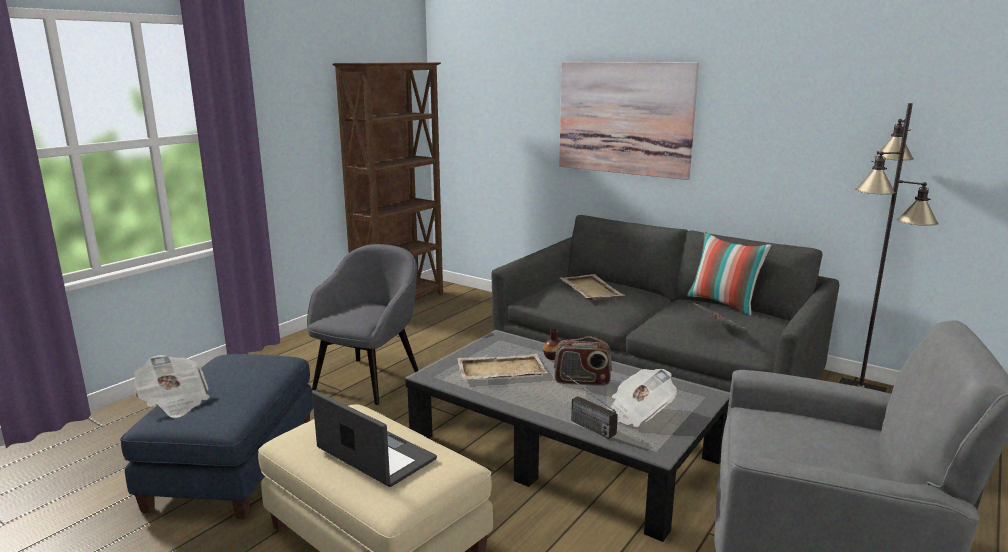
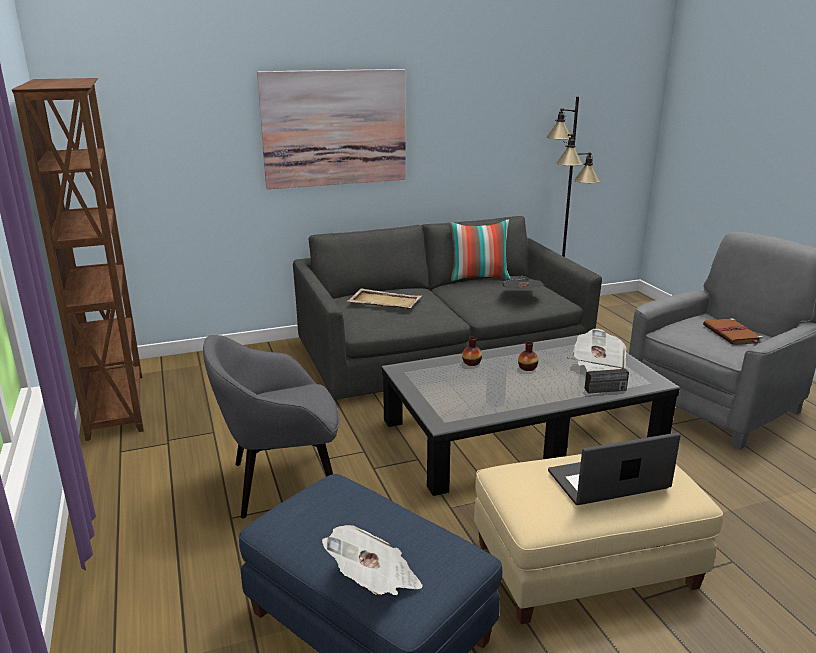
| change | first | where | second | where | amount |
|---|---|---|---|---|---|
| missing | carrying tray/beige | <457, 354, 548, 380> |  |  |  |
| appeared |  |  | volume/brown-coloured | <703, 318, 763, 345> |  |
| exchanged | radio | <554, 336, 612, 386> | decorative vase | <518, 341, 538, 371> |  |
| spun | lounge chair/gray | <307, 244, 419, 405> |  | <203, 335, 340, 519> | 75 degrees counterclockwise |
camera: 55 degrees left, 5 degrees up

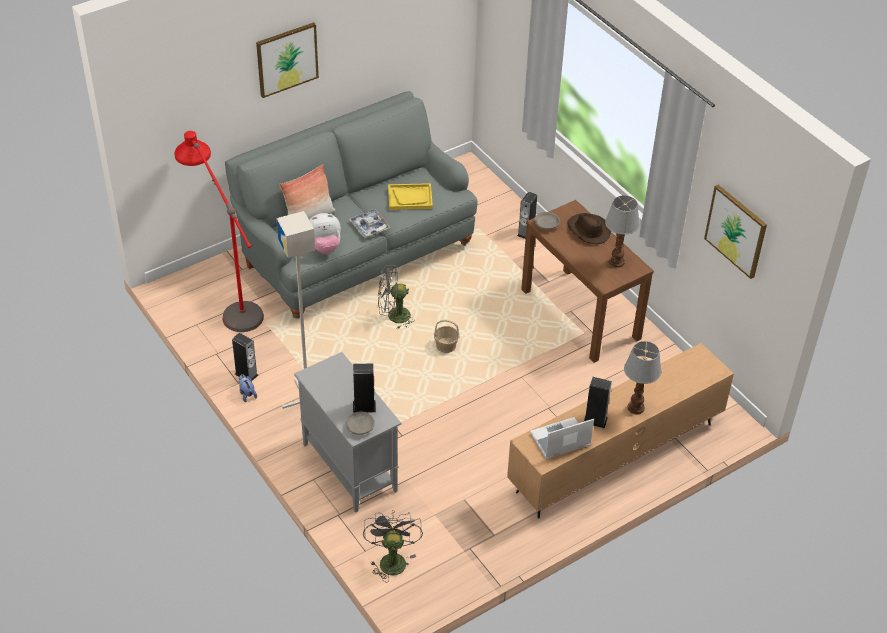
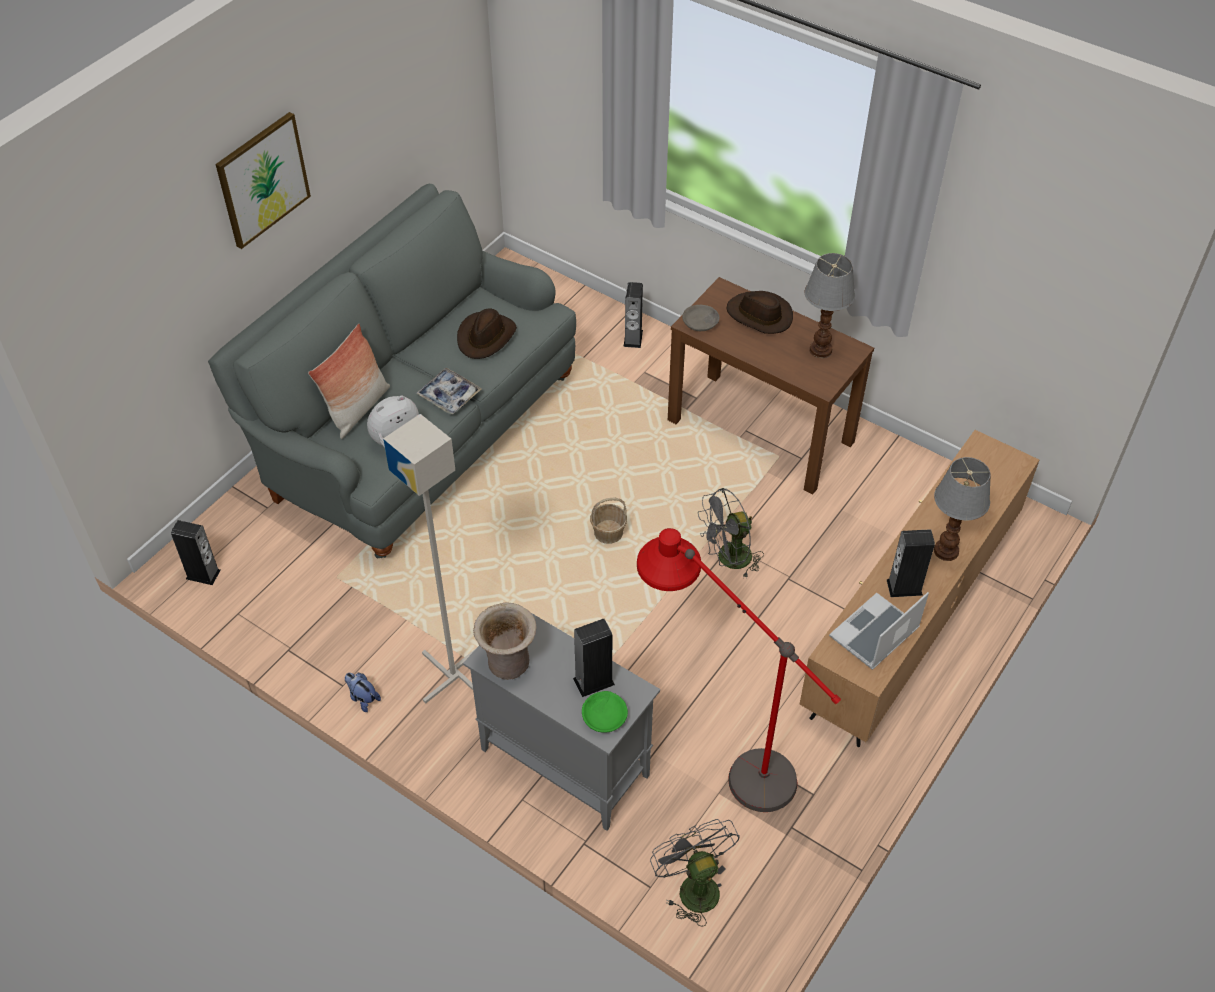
| change | first | where | second | where | amount |
|---|---|---|---|---|---|
| missing | wall art | <704, 185, 767, 279> |  |  |  |
| appeared |  |  | decorative vase/beige | <473, 602, 537, 680> |  |
| relocated | floor lamp/reddish | <175, 131, 264, 332> |  | <637, 528, 841, 812> |  |
| relocated | speaker | <232, 333, 258, 381> |  | <171, 520, 221, 585> |  |
| relocated | cooling fan/gray | <378, 265, 415, 329> |  | <698, 488, 764, 577> |  |
| exchanged | carrying tray/yellowish | <388, 183, 433, 210> | hat/brown-coloured | <457, 309, 517, 359> |  |
| colour | bowl/gray | <346, 412, 375, 435> | bowl/green-coloured | <582, 691, 628, 733> |  |
camera: 20 degrees left, 5 degrees up

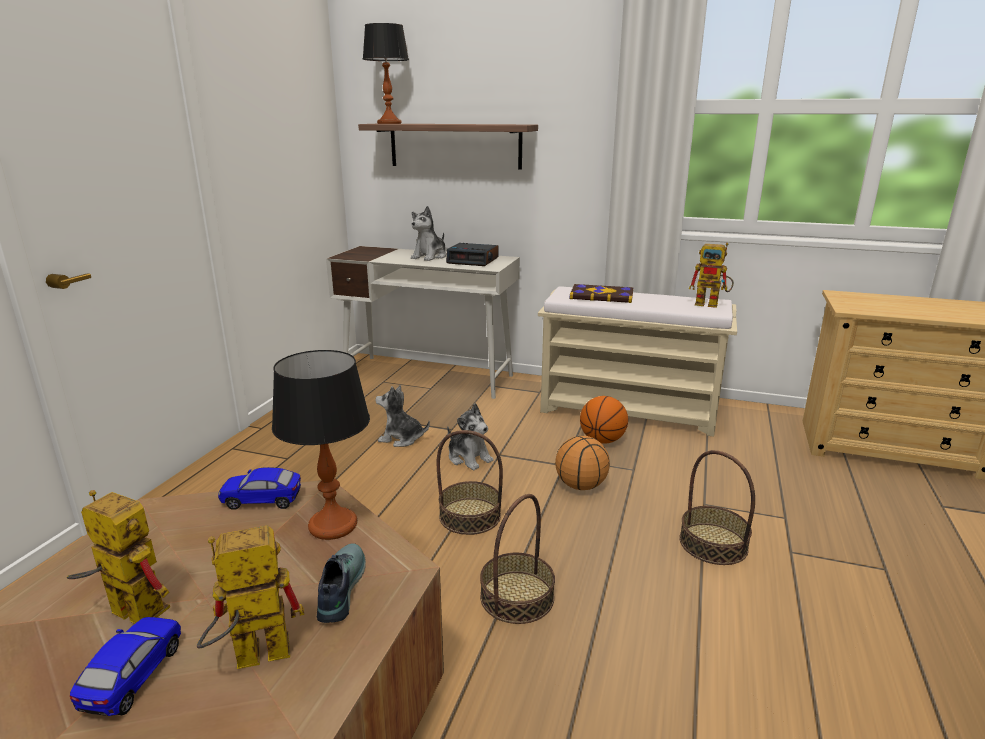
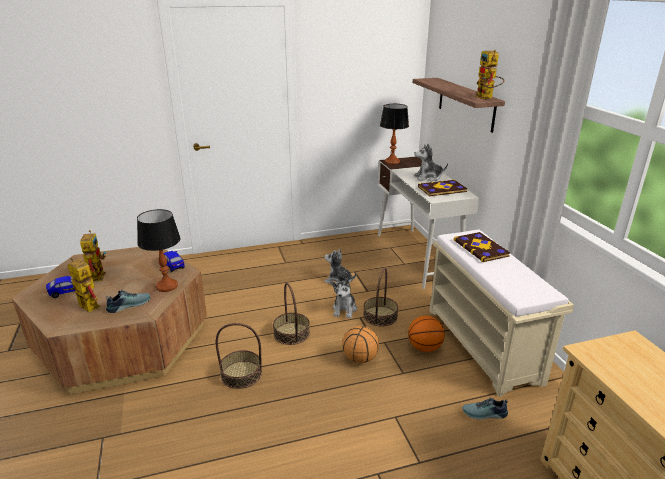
| change | first | where | second | where | amount |
|---|---|---|---|---|---|
| appeared |  |  | low shoe | <462, 398, 508, 420> |  |
| relocated | tabletop lamp | <363, 23, 409, 124> |  | <380, 104, 409, 164> |  |
| relocated | basket | <679, 450, 755, 565> |  | <363, 267, 398, 326> |  |
| relocated | model robot | <689, 243, 734, 308> |  | <475, 50, 504, 99> |  |
| exchanged | alarm clock | <446, 243, 499, 266> | volume | <418, 179, 468, 196> |  |
| spun | cuddly toy | <376, 385, 430, 447> |  | <324, 249, 357, 284> | 45 degrees counterclockwise |
camera: 55 degrees right, 5 degrees up

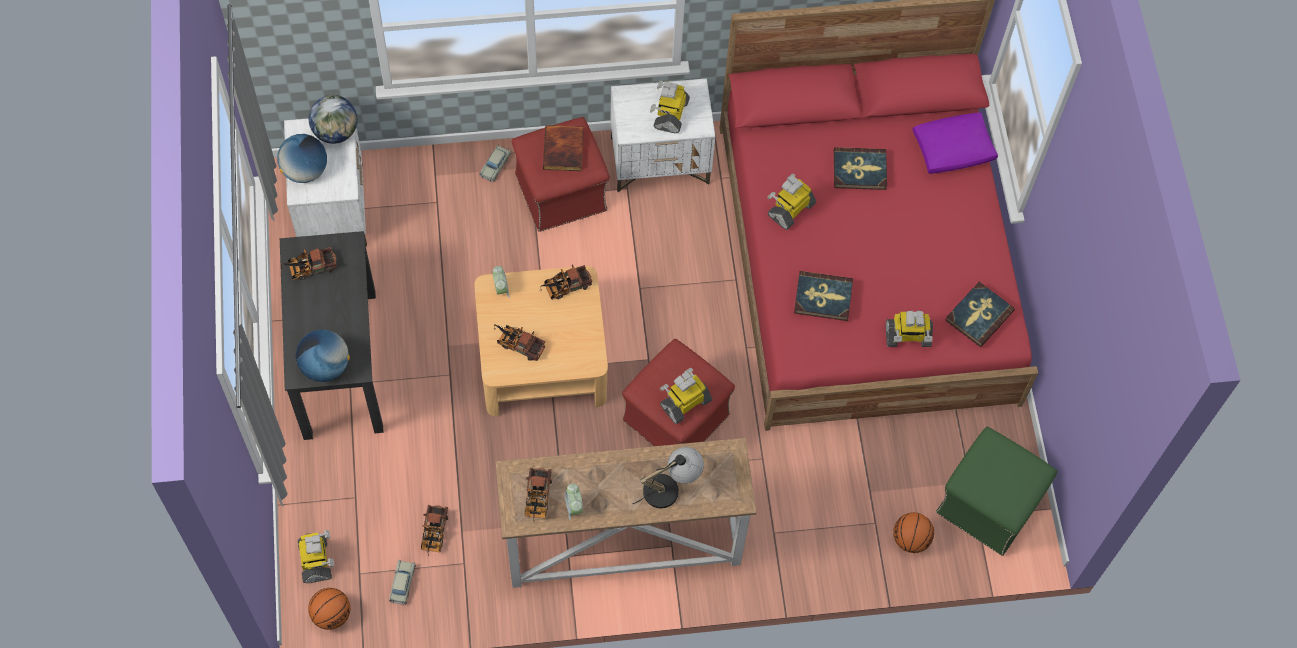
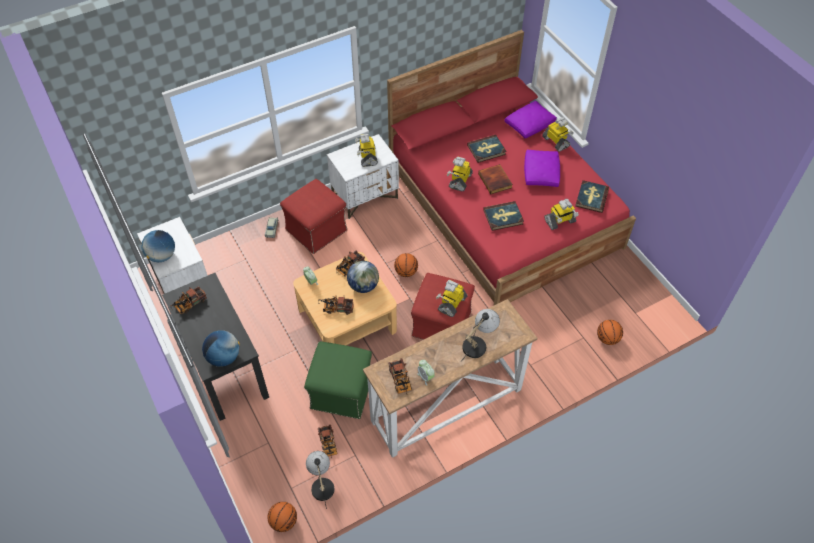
| change | first | where | second | where | amount |
|---|---|---|---|---|---|
| appeared |  |  | ball for basketball | <394, 253, 418, 277> |  |
| appeared |  |  | throw pillow/purple-coloured | <524, 150, 560, 187> |  |
| relocated | model robot | <298, 530, 334, 583> |  | <542, 117, 574, 152> |  |
| relocated | desk globe | <309, 95, 358, 144> |  | <347, 261, 379, 293> |  |
| relocated | volume | <543, 125, 584, 171> |  | <478, 164, 513, 194> |  |
| relocated | ottoman/green-coloured | <936, 427, 1057, 556> |  | <304, 341, 372, 419> |  |
| exchanged | miniature car/beige | <389, 560, 416, 605> | tabletop lamp | <306, 451, 335, 509> |  |
camera: 20 degrees left, 10 degrees down

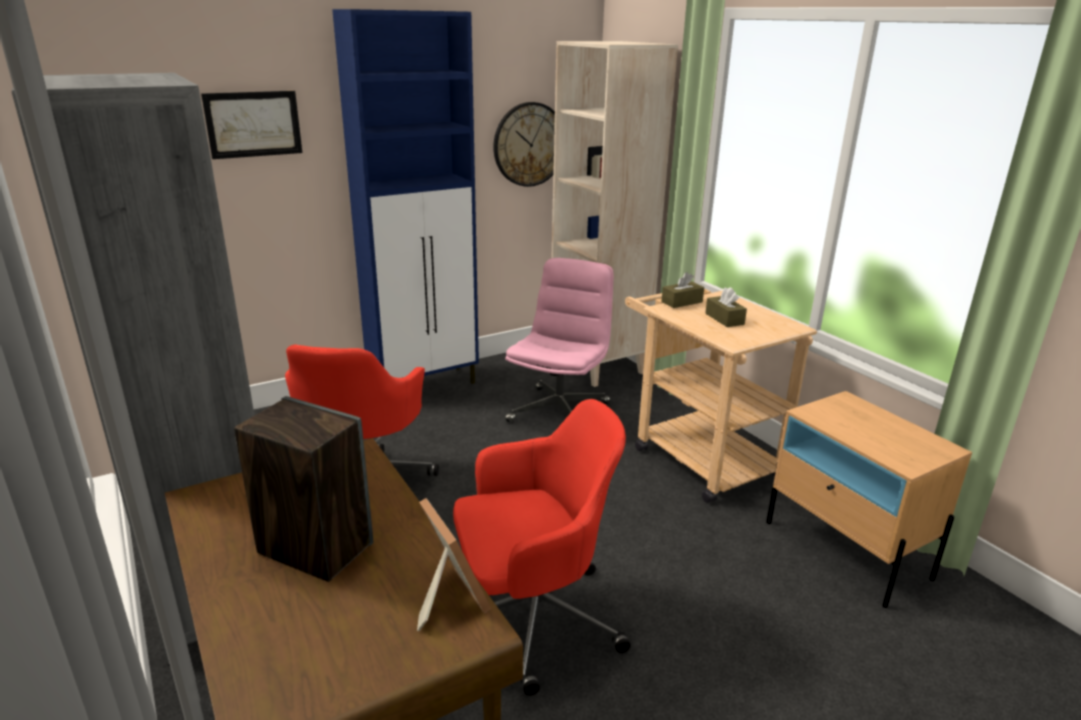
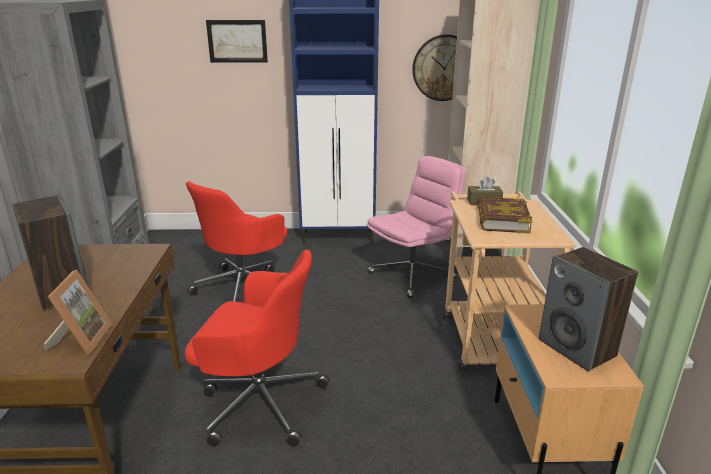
| change | first | where | second | where | amount |
|---|---|---|---|---|---|
| appeared |  |  | speaker | <539, 247, 638, 372> |  |
| exchanged | tissue holder/brown-coloured | <705, 287, 747, 327> | volume | <478, 197, 532, 234> |  |
camera: 30 degrees right, 0 degrees up

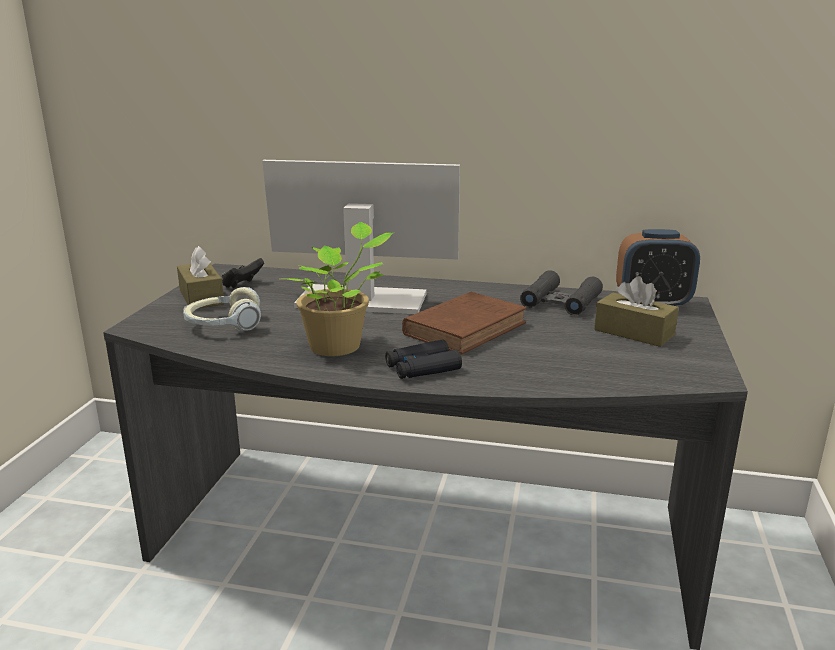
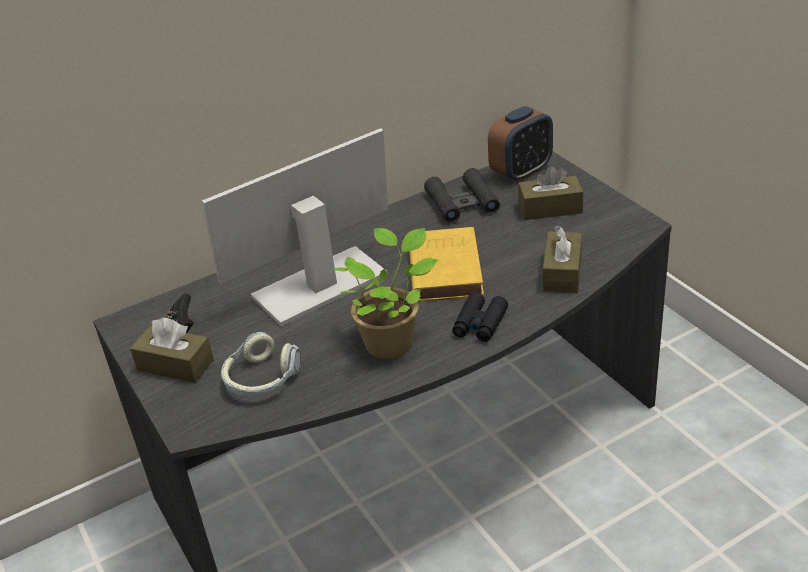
| change | first | where | second | where | amount |
|---|---|---|---|---|---|
| appeared |  |  | tissue holder/brown-coloured | <543, 226, 582, 293> |  |
| colour | volume/brown-coloured | <402, 292, 526, 355> | volume/yellowish | <409, 227, 484, 302> |  |
camera: 40 degrees left, 15 degrees up

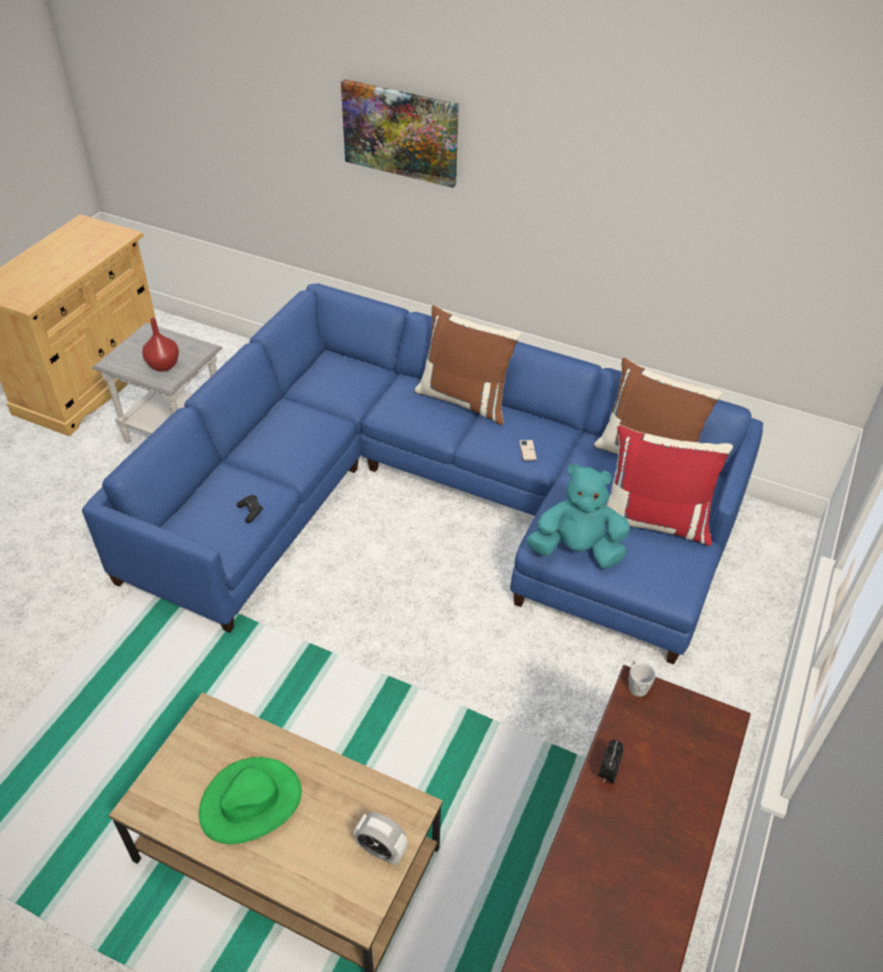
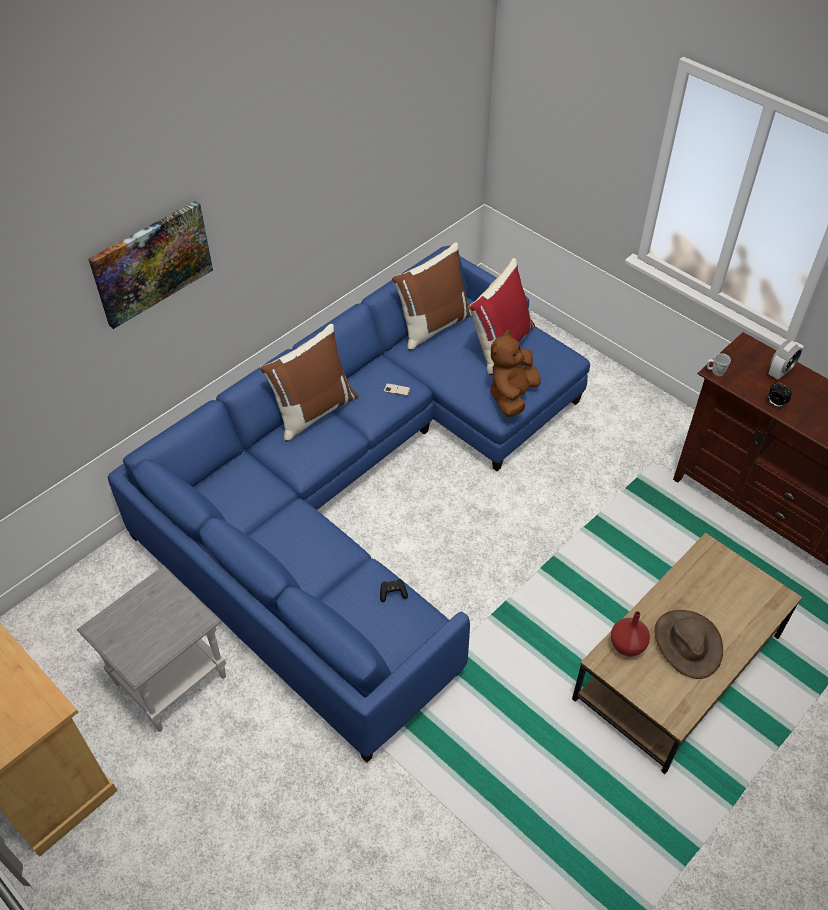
| change | first | where | second | where | amount |
|---|---|---|---|---|---|
| relocated | decorative vase/reddish | <142, 317, 179, 372> |  | <611, 611, 650, 657> |  |
| relocated | alarm clock | <354, 812, 407, 865> |  | <769, 341, 802, 380> |  |
| colour | hat/green-coloured | <199, 757, 302, 844> | hat/brown-coloured | <655, 610, 723, 679> |  |
| colour | cuddly toy/turquoise-coloured | <526, 464, 630, 568> | cuddly toy/brown-coloured | <490, 330, 541, 417> |  |
camera: 70 degrees left, 5 degrees up

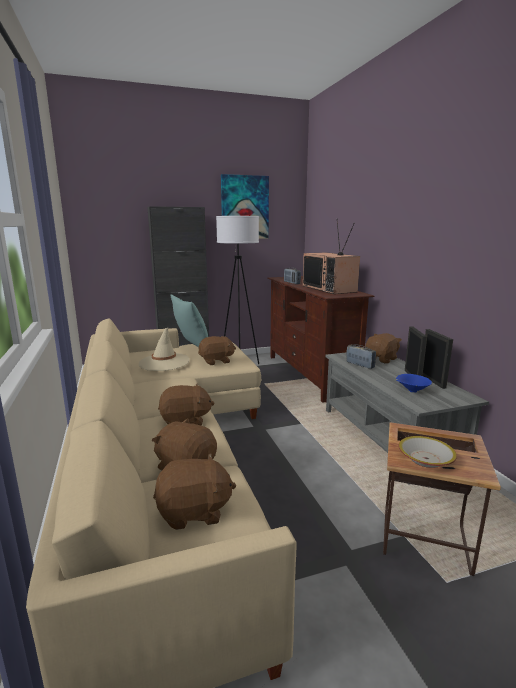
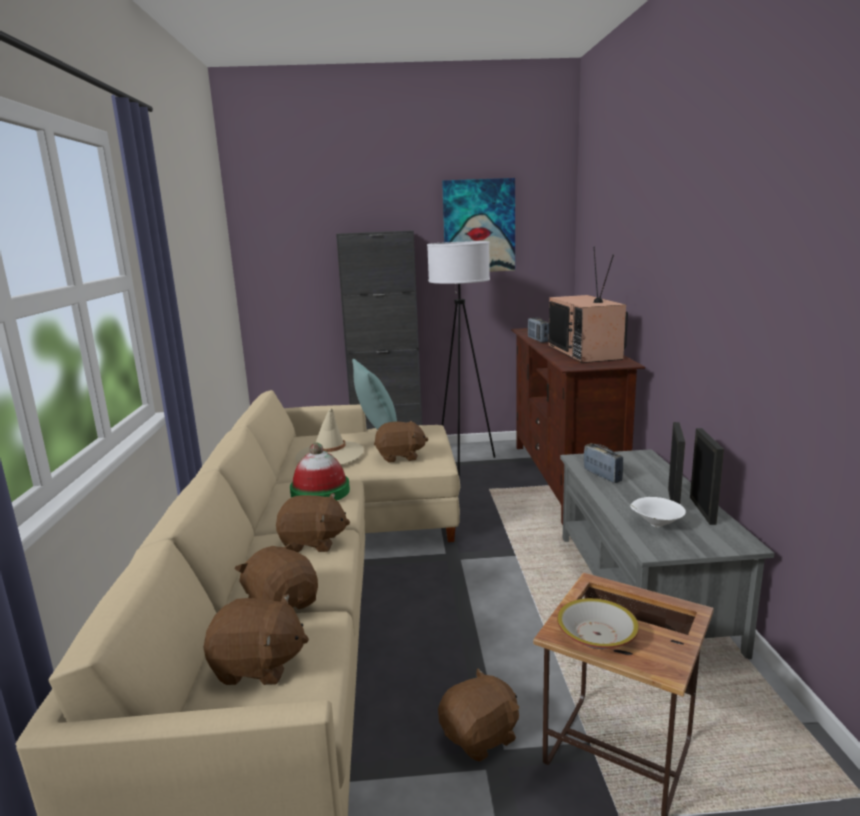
| change | first | where | second | where | amount |
|---|---|---|---|---|---|
| appeared |  |  | hat | <290, 443, 350, 500> |  |
| relocated | cuddly toy/brown-coloured | <365, 333, 402, 364> |  | <438, 668, 520, 762> |  |
| colour | bowl/blue-coloured | <396, 374, 432, 393> | bowl/white | <630, 497, 686, 528> |  |
camera: 15 degrees right, 0 degrees up

